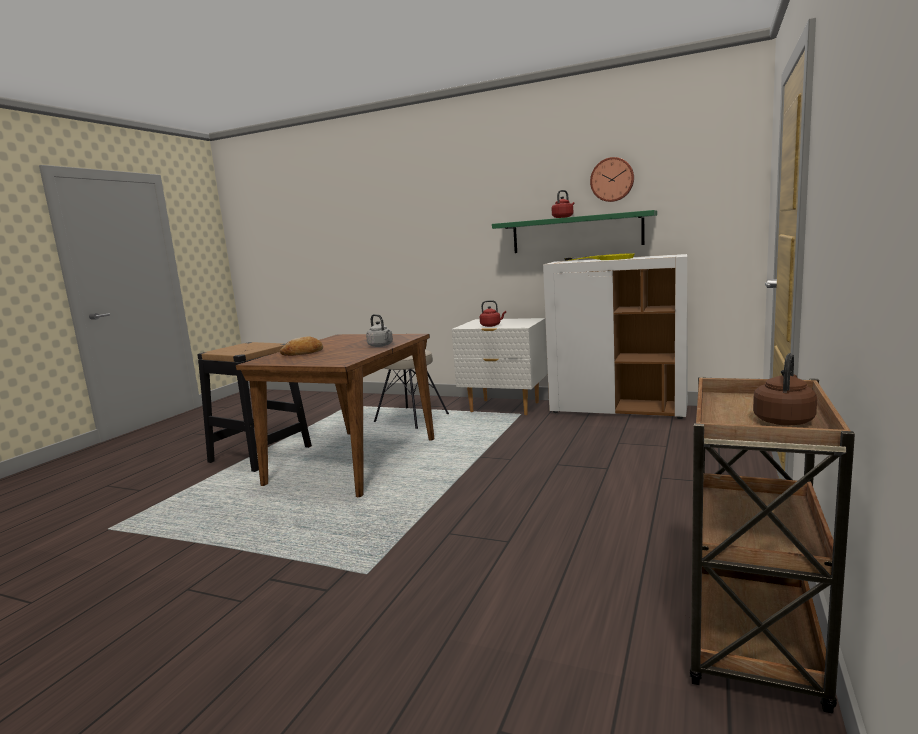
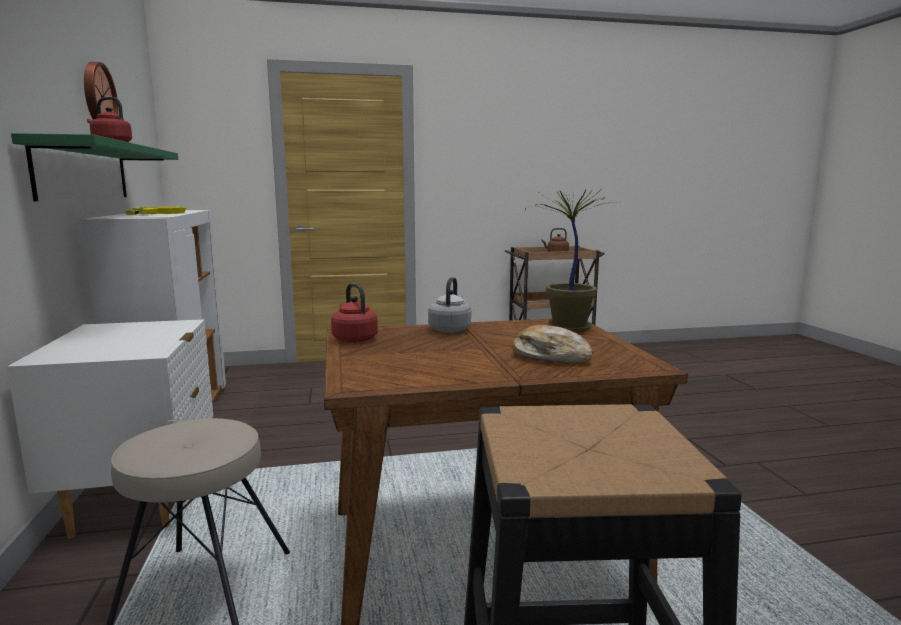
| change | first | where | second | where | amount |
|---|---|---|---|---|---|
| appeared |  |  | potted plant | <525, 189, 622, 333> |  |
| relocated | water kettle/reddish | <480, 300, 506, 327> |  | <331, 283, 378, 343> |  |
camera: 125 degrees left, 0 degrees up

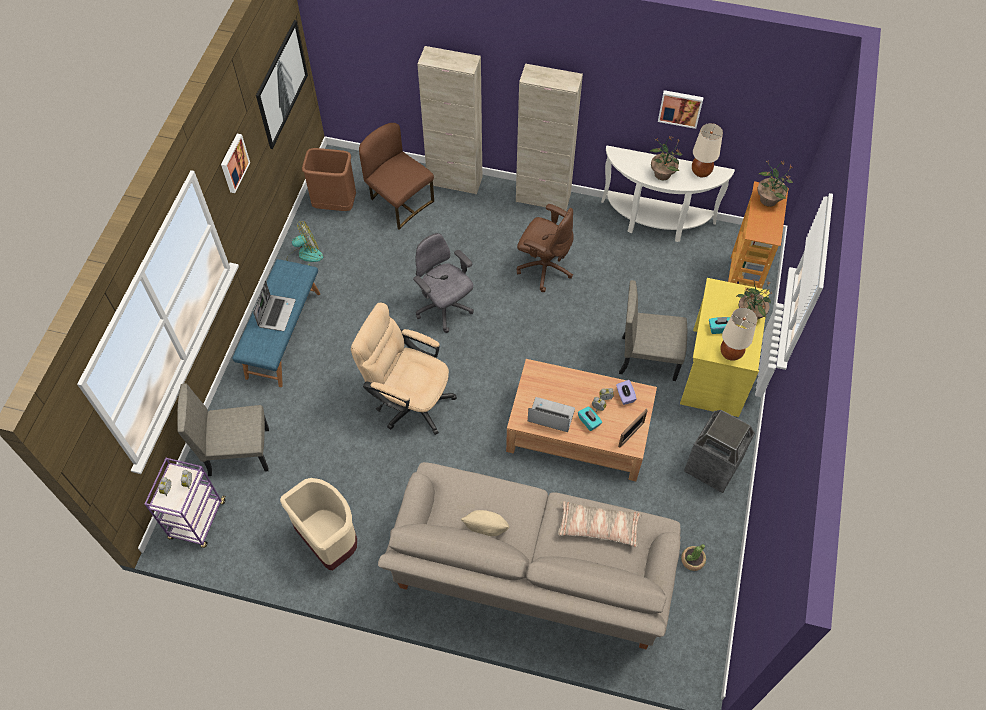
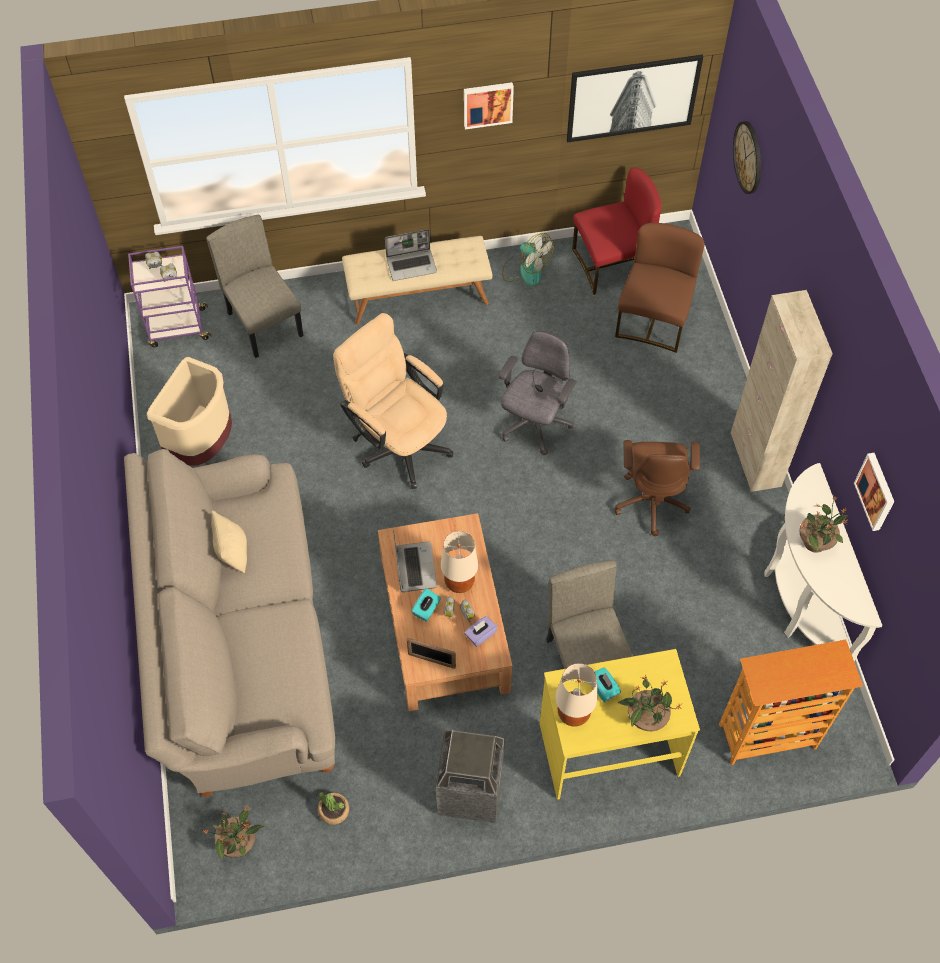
| change | first | where | second | where | amount |
|---|---|---|---|---|---|
| missing | storage cabinet/beige | <417, 46, 482, 195> |  |  |  |
| missing | throw pillow | <558, 501, 642, 547> |  |  |  |
| appeared |  |  | clock on the wall | <733, 121, 761, 194> |  |
| relocated | tabletop lamp/beige | <692, 123, 723, 177> |  | <441, 531, 478, 593> |  |
| relocated | potted plant | <757, 161, 793, 207> |  | <203, 805, 265, 859> |  |
| exchanged | waste bin/brown-coloured | <302, 148, 356, 211> | upright chair/reddish | <572, 168, 662, 295> |  |
| colour | long seat/blue-coloured | <233, 259, 320, 387> | long seat/beige | <342, 236, 493, 325> |  |
| spun | office chair/beige | <351, 303, 457, 435> |  | <333, 313, 453, 489> | 45 degrees counterclockwise |
camera: 65 degrees right, 0 degrees up

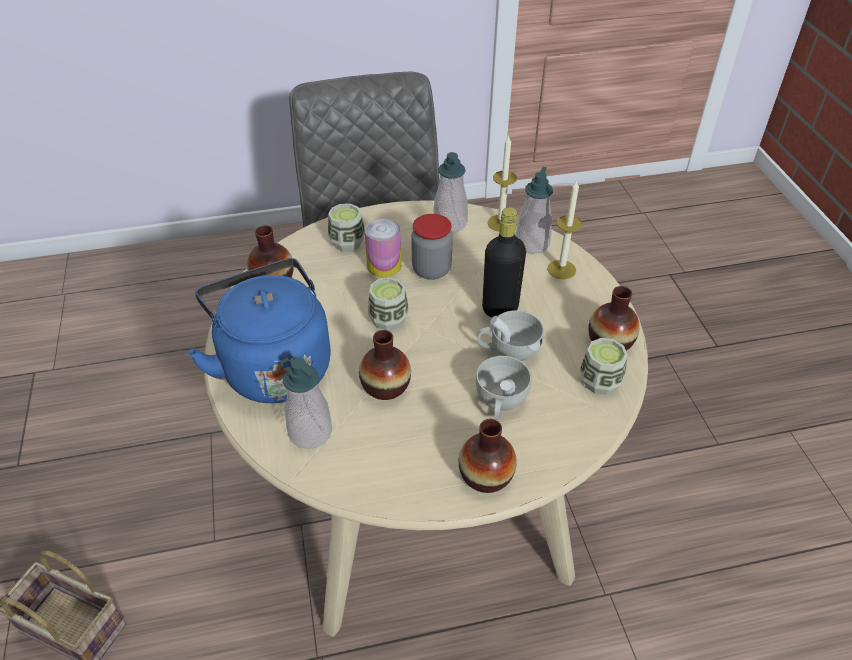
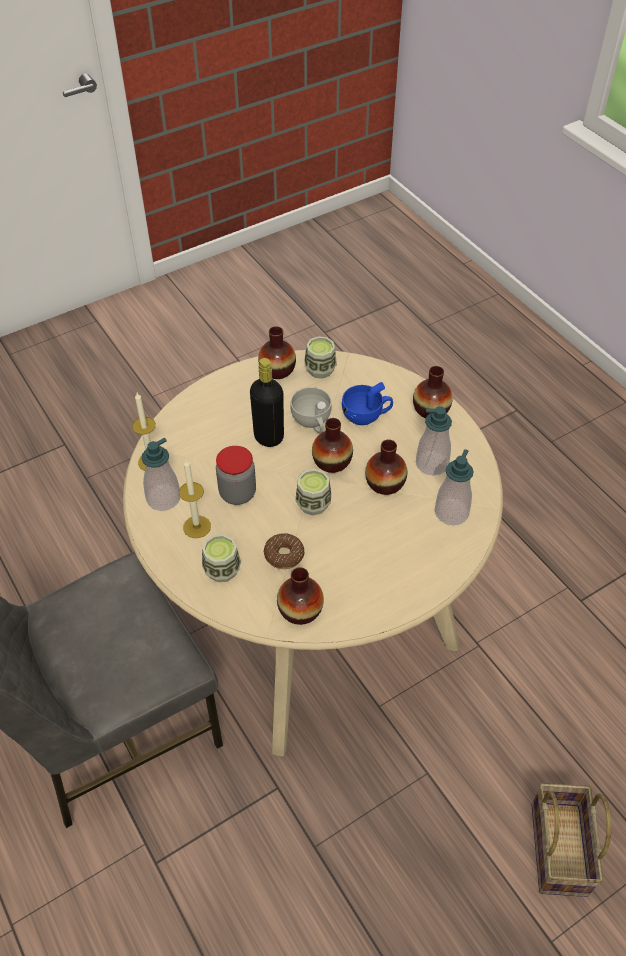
| change | first | where | second | where | amount |
|---|---|---|---|---|---|
| missing | water kettle/blue-coloured | <188, 258, 331, 403> |  |  |  |
| missing | sealed can | <364, 218, 401, 277> |  |  |  |
| appeared |  |  | donut | <264, 533, 304, 569> |  |
| appeared |  |  | decorative vase | <312, 418, 353, 473> |  |
| relocated | soap dispenser | <516, 167, 553, 254> |  | <416, 406, 452, 475> |  |
| relocated | candle | <547, 180, 582, 279> |  | <179, 460, 211, 538> |  |
| colour | small cup/white | <476, 356, 532, 420> | small cup/blue-coloured | <342, 382, 393, 425> |  |
camera: 110 degrees left, 5 degrees up

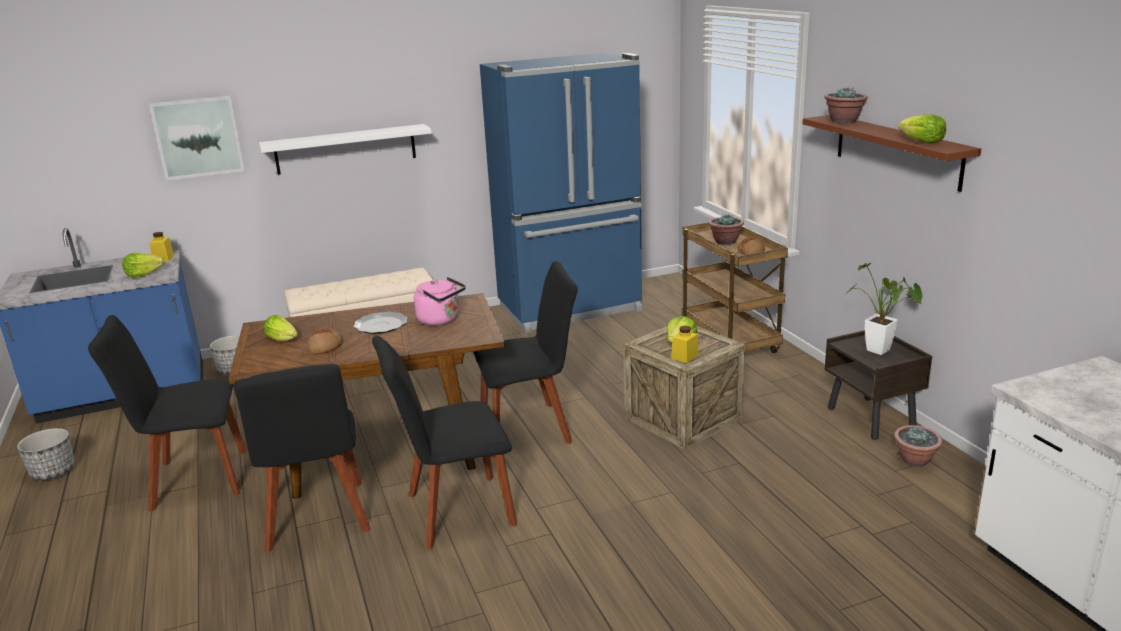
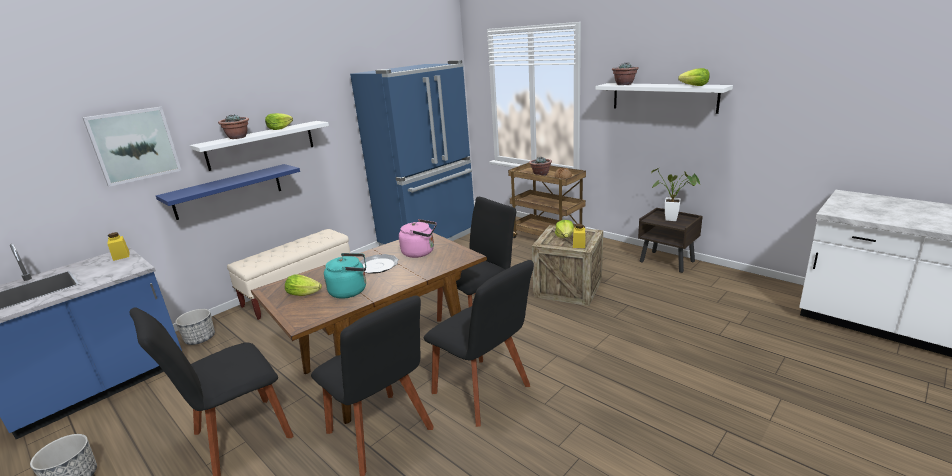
| change | first | where | second | where | amount |
|---|---|---|---|---|---|
| appeared |  |  | bracket shelf/blue-coloured | <156, 164, 300, 220> |  |
| relocated | head of lettuce | <122, 253, 164, 278> |  | <265, 113, 293, 130> |  |
| relocated | potted plant | <894, 425, 943, 467> |  | <218, 115, 249, 139> |  |
| exchanged | baked bread | <307, 328, 342, 354> | water kettle/turquoise-coloured | <324, 253, 366, 299> |  |
| colour | bracket shelf/brown-coloured | <802, 115, 981, 192> | bracket shelf/white | <596, 83, 733, 114> |  |
| spun | upright chair/black | <372, 335, 517, 549> |  | <423, 260, 534, 427> | 90 degrees counterclockwise |
camera: 25 degrees left, 0 degrees up

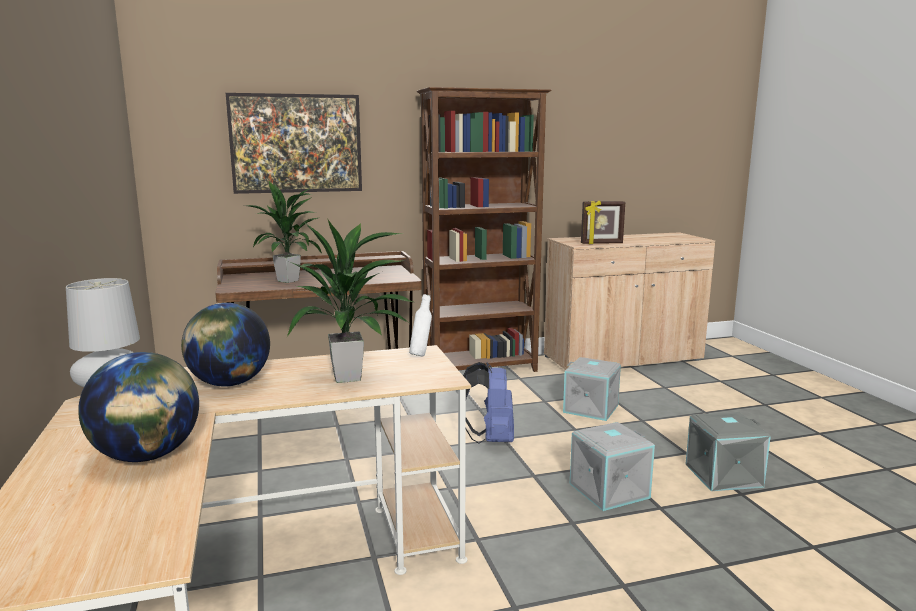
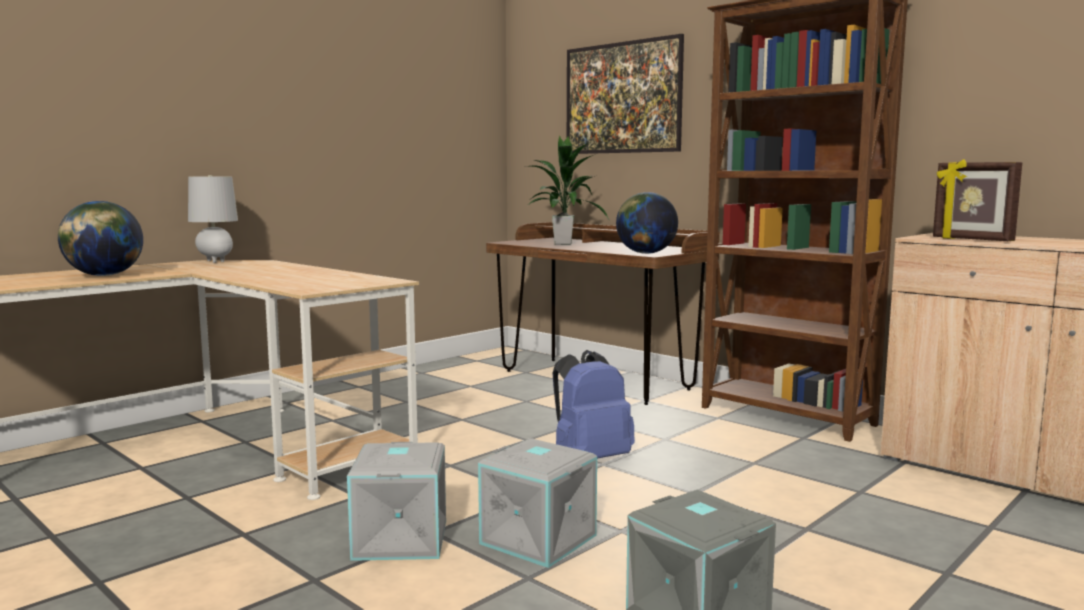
| change | first | where | second | where | amount |
|---|---|---|---|---|---|
| missing | potted plant | <286, 218, 413, 383> |  |  |  |
| missing | beverage bottle/white | <409, 294, 432, 357> |  |  |  |
| relocated | desk globe | <181, 303, 270, 387> |  | <616, 192, 678, 254> |  |
| relocated | storage bin/gray | <563, 357, 621, 421> |  | <347, 442, 446, 561> |  |
camera: 60 degrees right, 5 degrees down

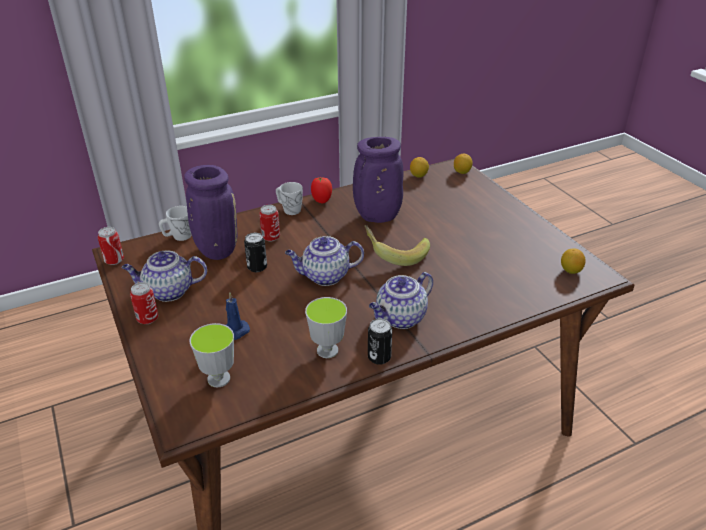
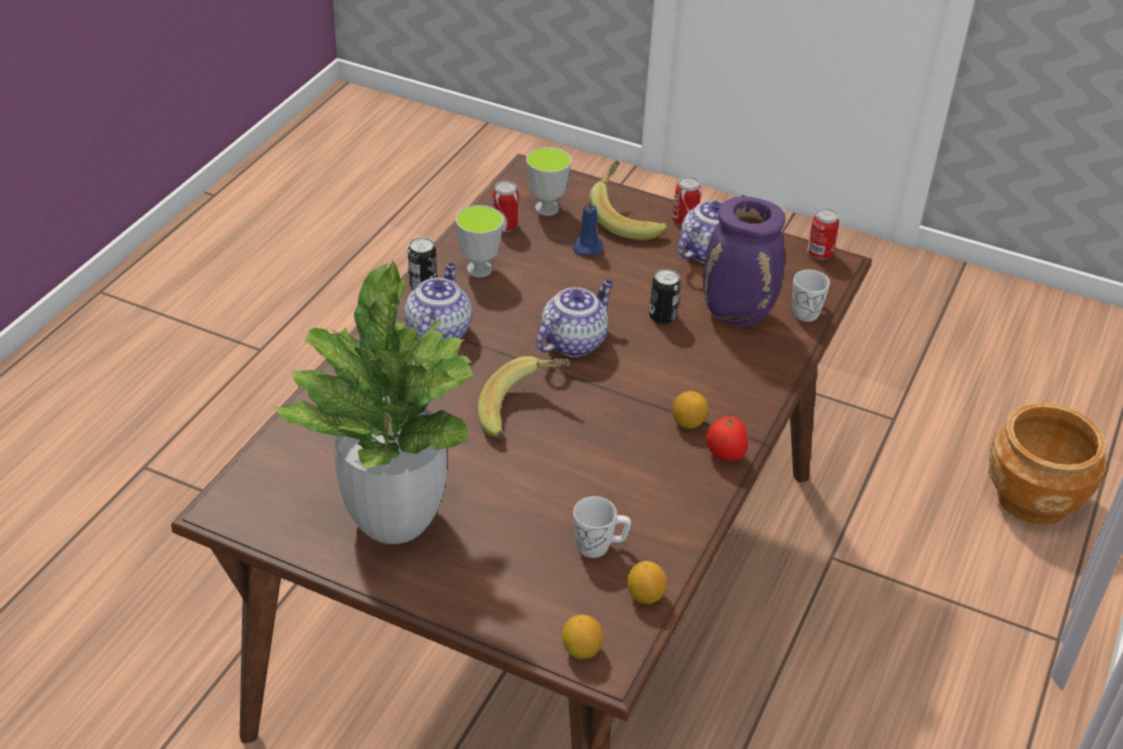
| change | first | where | second | where | amount |
|---|---|---|---|---|---|
| missing | decorative vase/purple-coloured | <353, 137, 403, 223> |  |  |  |
| appeared |  |  | potted plant | <273, 259, 474, 544> |  |
| appeared |  |  | banana fruit | <589, 160, 668, 240> |  |
| appeared |  |  | flower pot/brown-coloured | <988, 403, 1107, 526> |  |
| relocated | sealed can | <259, 205, 280, 242> |  | <492, 181, 519, 232> |  |
| relocated | coffee mug/white | <276, 182, 303, 215> |  | <573, 496, 631, 558> |  |
| relocated | whole lemon | <561, 248, 586, 274> |  | <672, 391, 708, 429> |  |
camera: 140 degrees right, 5 degrees up

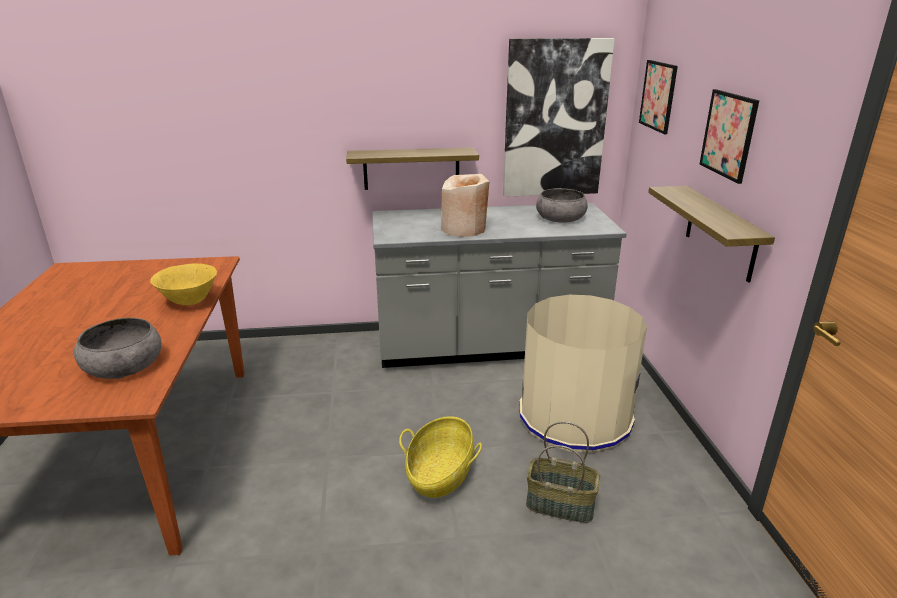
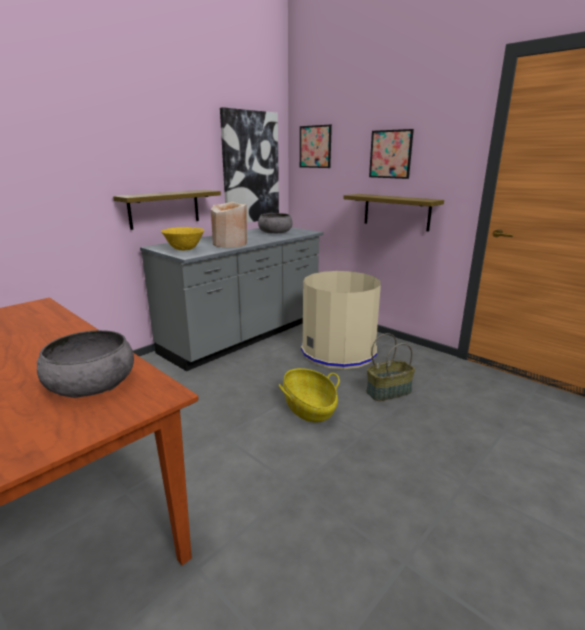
| change | first | where | second | where | amount |
|---|---|---|---|---|---|
| relocated | bowl/yellowish | <150, 263, 217, 305> |  | <161, 227, 204, 251> |  |
camera: 40 degrees left, 5 degrees down

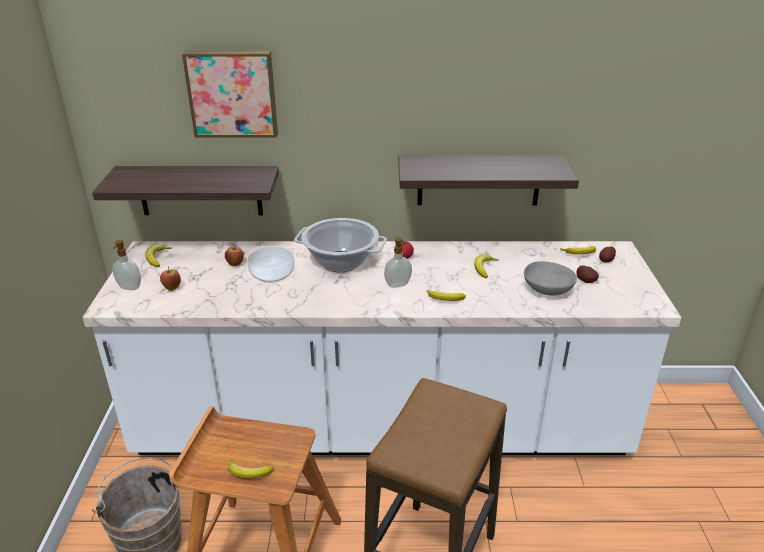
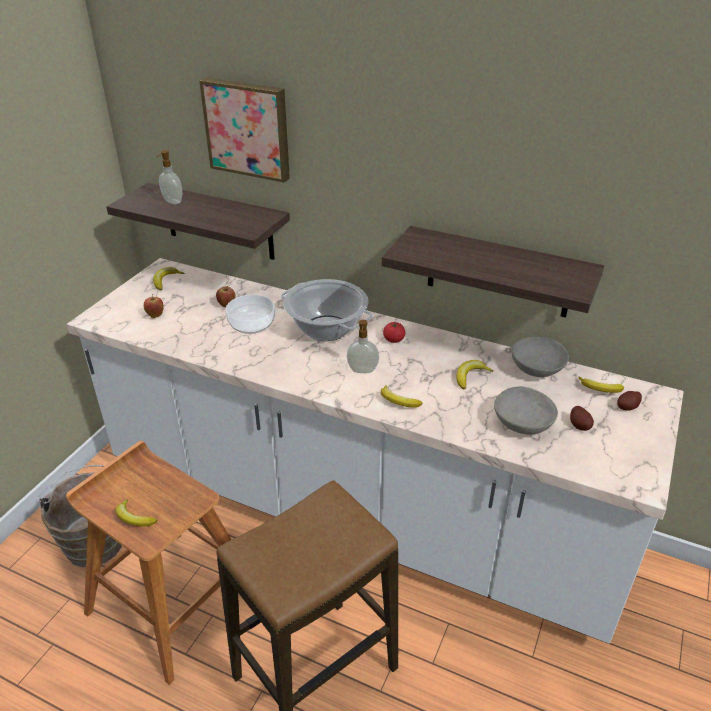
| change | first | where | second | where | amount |
|---|---|---|---|---|---|
| appeared |  |  | bowl/gray | <511, 337, 569, 377> |  |
| relocated | soap dispenser | <112, 240, 141, 290> |  | <157, 150, 182, 204> |  |
camera: 25 degrees right, 5 degrees up

